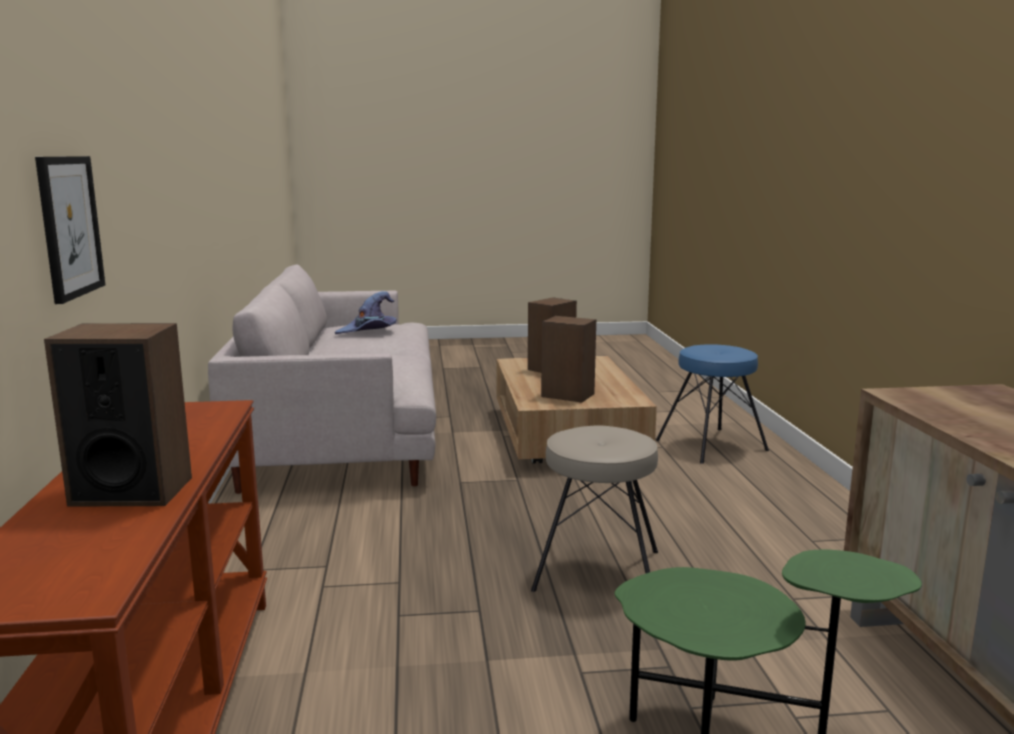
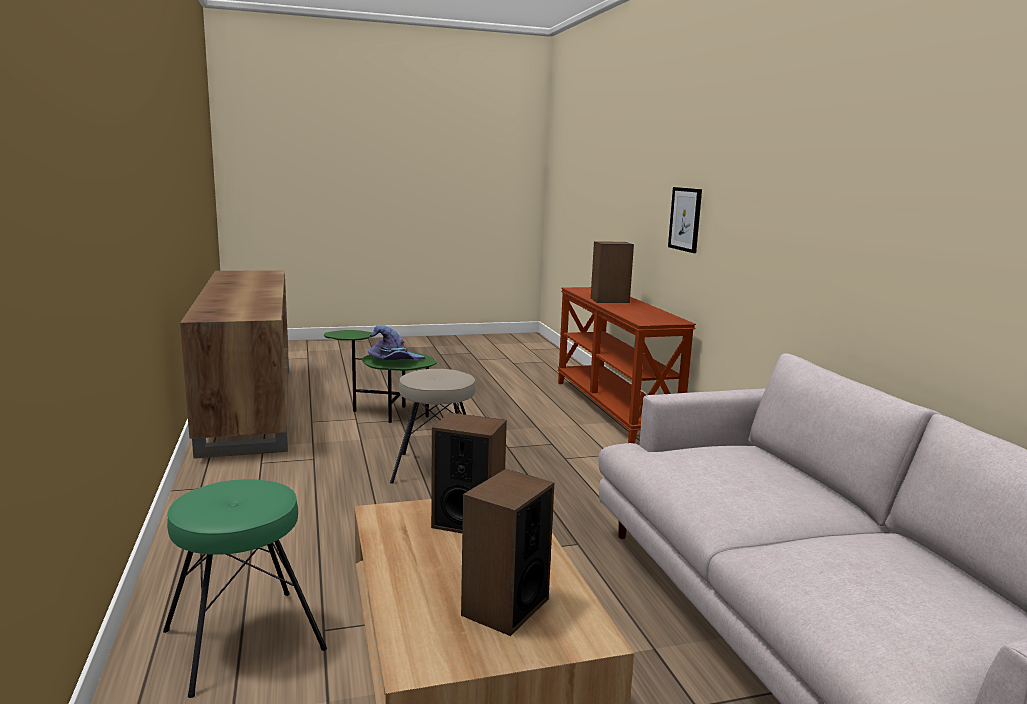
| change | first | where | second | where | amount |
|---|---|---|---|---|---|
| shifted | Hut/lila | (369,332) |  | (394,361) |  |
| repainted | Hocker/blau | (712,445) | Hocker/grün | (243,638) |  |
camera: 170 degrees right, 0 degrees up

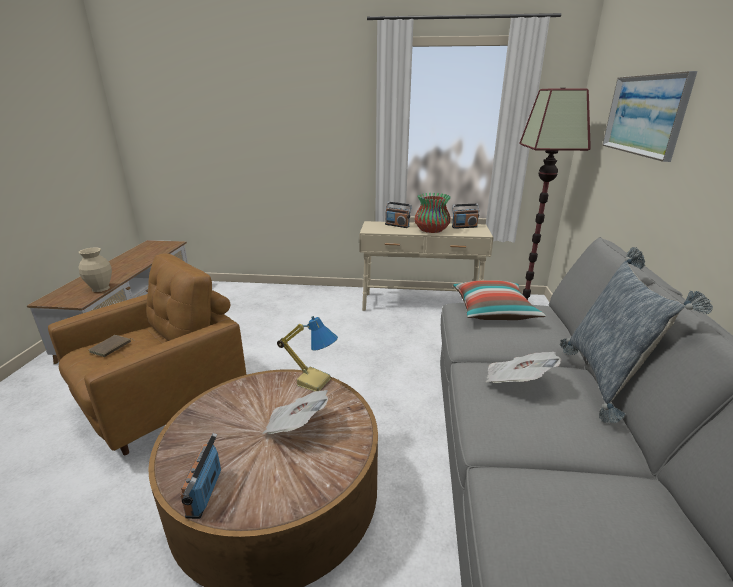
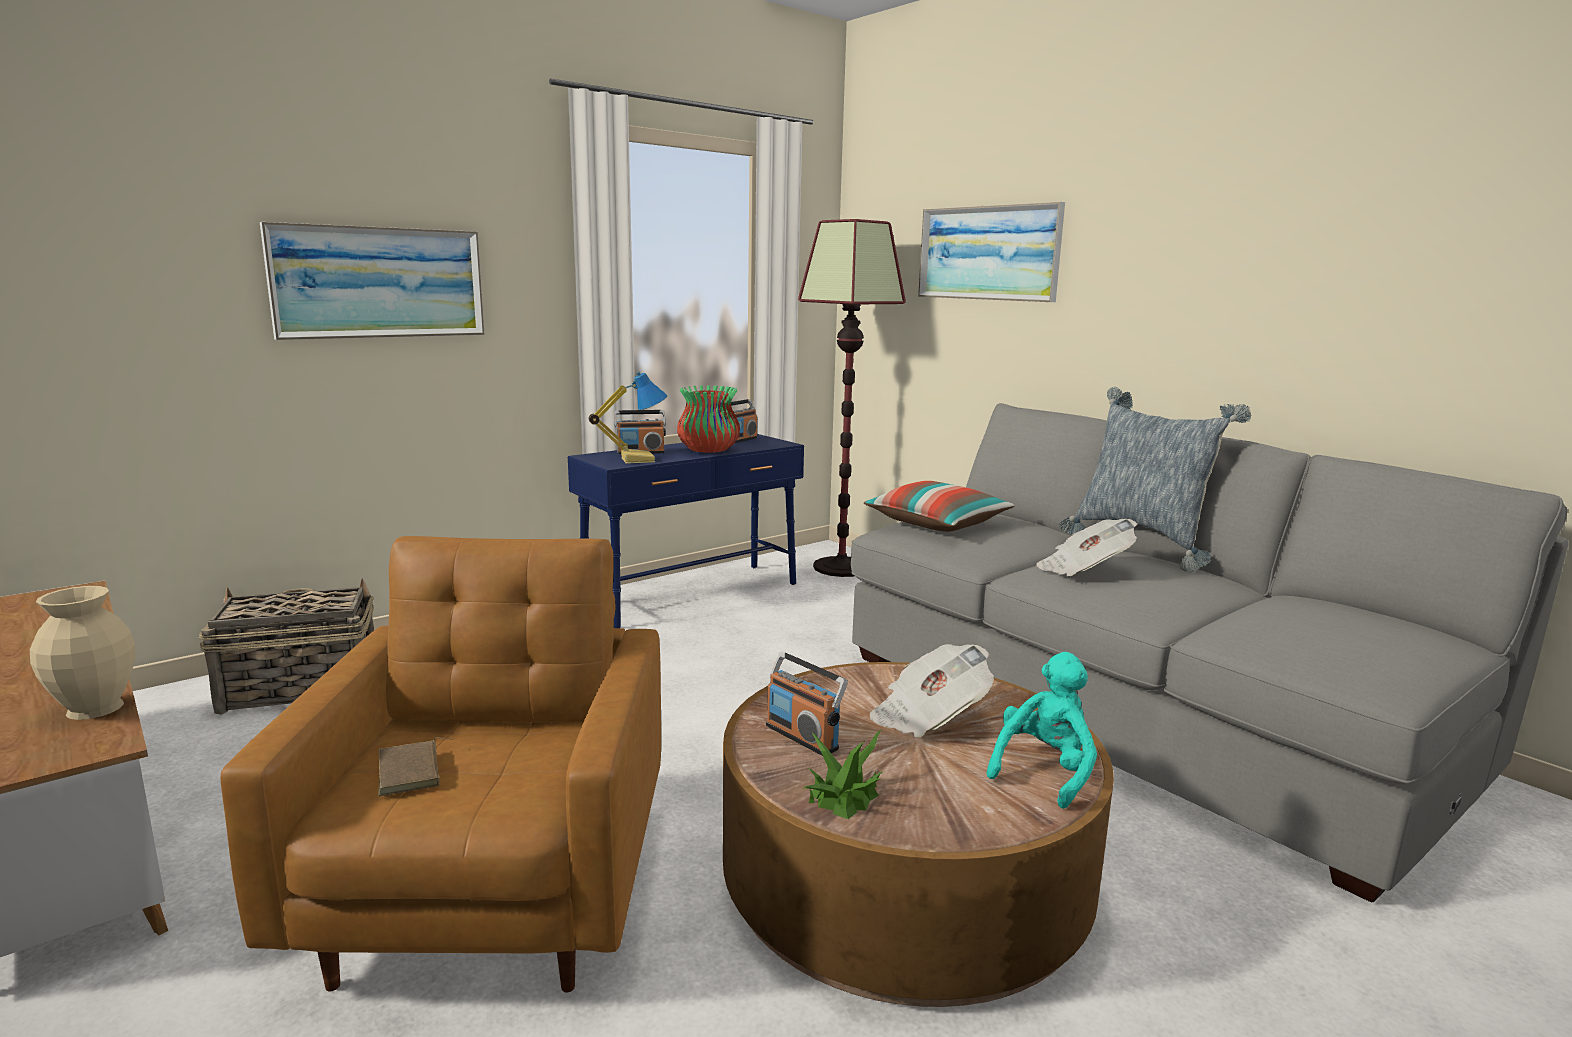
| change | first | where | second | where | amount |
|---|---|---|---|---|---|
| repainted | Konsolentisch/beige | (420,305) | Konsolentisch/blau | (693,595) |  |
| shifted | Tischlampe | (314,381) |  | (637,459) |  |
| shifted | Radio | (204,493) |  | (802,737) |  |
| new |  |  | Bild | (379,282) |  |
| new |  |  | Korb | (298,689) |  |
| new |  |  | Plüschtier/türkis | (1044,771) |  |
| new |  |  | Topfpflanze | (844,795) |  |
camera: 45 degrees left, 10 degrees down

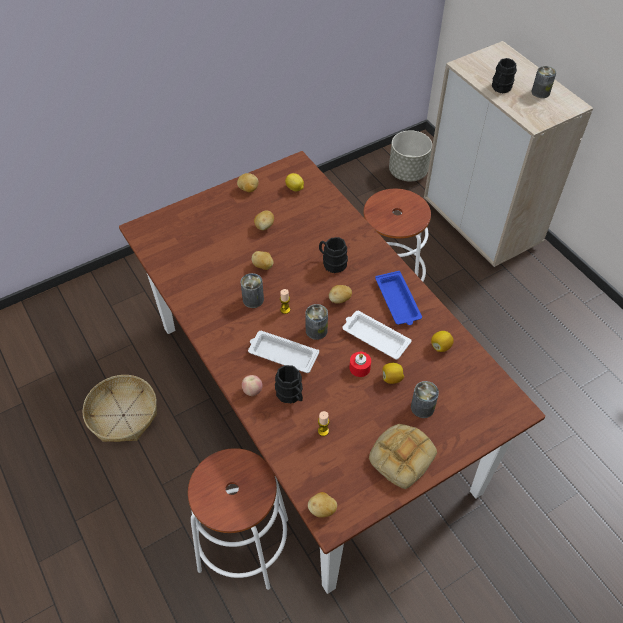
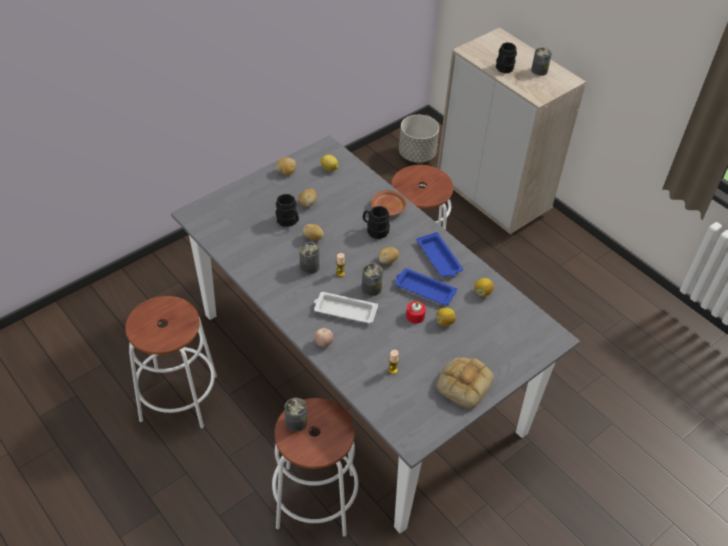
| change | first | where | second | where | amount |
|---|---|---|---|---|---|
| repainted | Esstisch/braun | (312,405) | Esstisch/grau | (360,371) |  |
| repainted | Tablett/weiß | (374,337) | Tablett/blau | (424,289) |  |
| shifted | Henkelbecher/schwarz | (291,395) |  | (289,221) |  |
| swapped | Korb | (123,415) | Hocker/weiß | (179,397) |  |
| shifted | Dose | (422,407) |  | (296,422) |  |
| gone | Kartoffel | (322,509) |  |  |  |
| new |  |  | Teller/braun | (388,208) |  |
camera: 10 degrees left, 5 degrees down

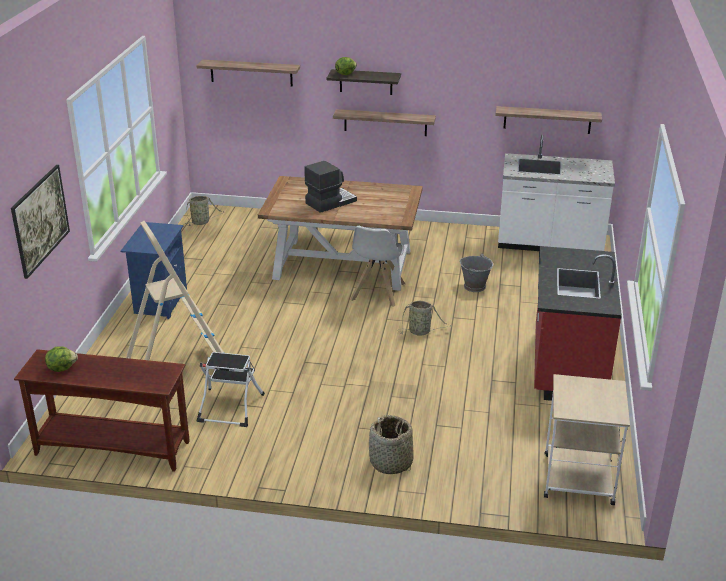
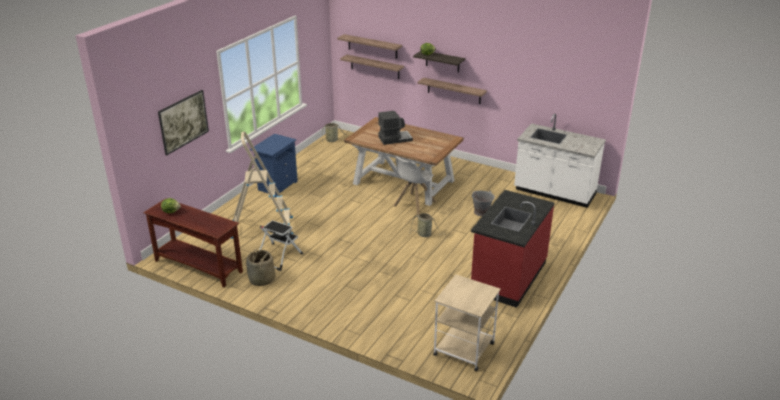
| change | first | where | second | where | amount |
|---|---|---|---|---|---|
| shifted | Wandregal | (547,120) |  | (375,67) |  |
| shifted | Korb | (391,463) |  | (262,279) |  |
camera: 20 degrees right, 0 degrees up

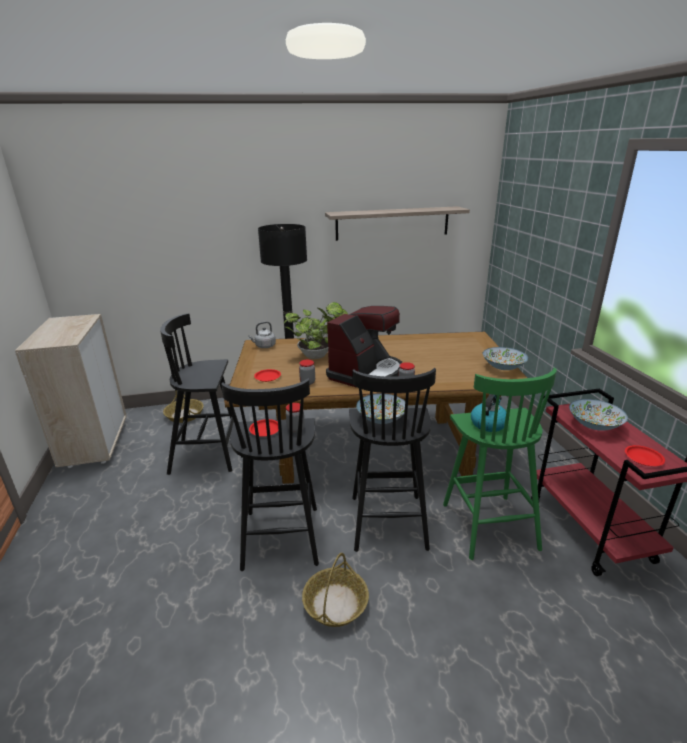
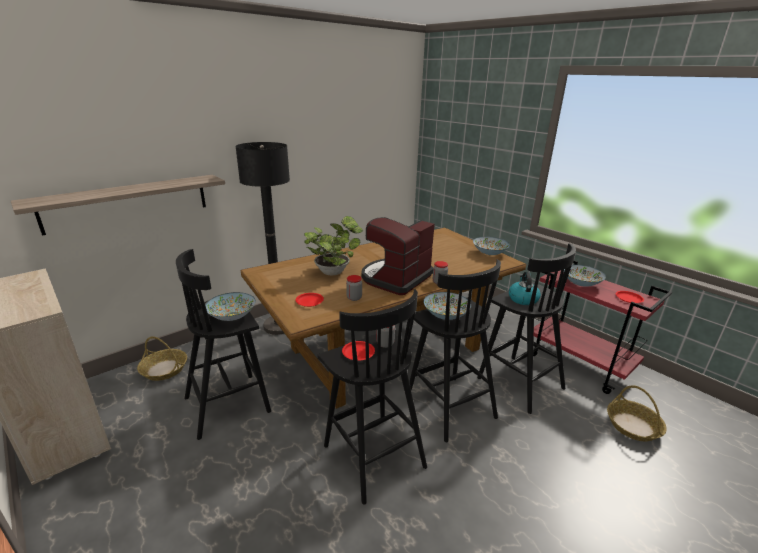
| change | first | where | second | where | amount |
|---|---|---|---|---|---|
| shifted | Wandregal | (392,223) |  | (128,203) |  |
| rotated | Kaffeemaschine | (366,373) |  | (395,278) | 150 degrees counterclockwise |
| gone | Wasserkessel/grau | (264,346) |  |  |  |
| repainted | Hocker/grün | (487,523) | Hocker/schwarz | (517,381) |  |
| shifted | Korb | (335,604) |  | (633,426) |  |
| new |  |  | Schüssel | (232,316) |  |
camera: 30 degrees left, 0 degrees up

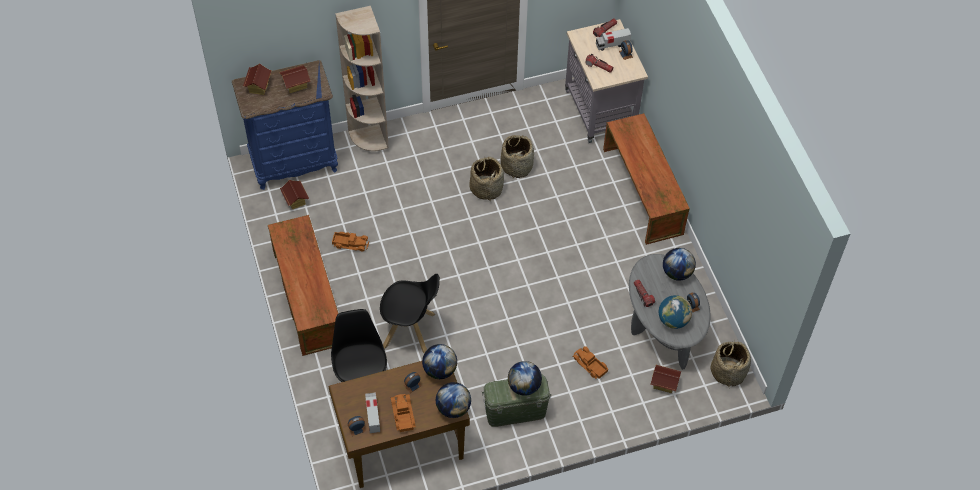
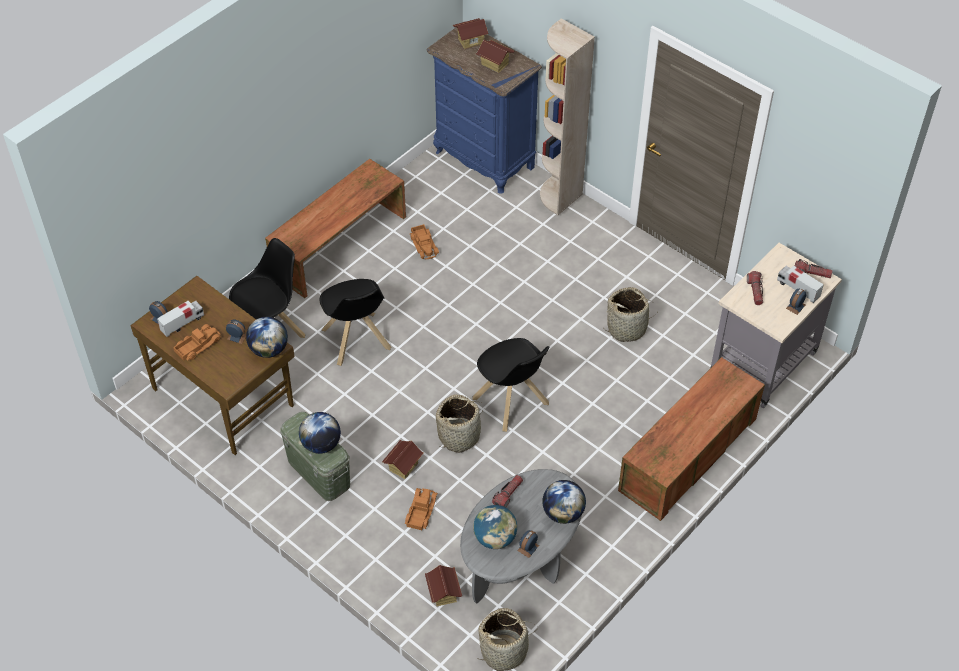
| change | first | where | second | where | amount |
|---|---|---|---|---|---|
| shifted | Korb | (486,188) |  | (459,436) |  |
| shifted | Spielzeughaus | (295,200) |  | (403,466) |  |
| gone | Globus | (453,408) |  |  |  |
| new |  |  | Stuhl/schwarz | (511,402) |  |
camera: 60 degrees right, 5 degrees down

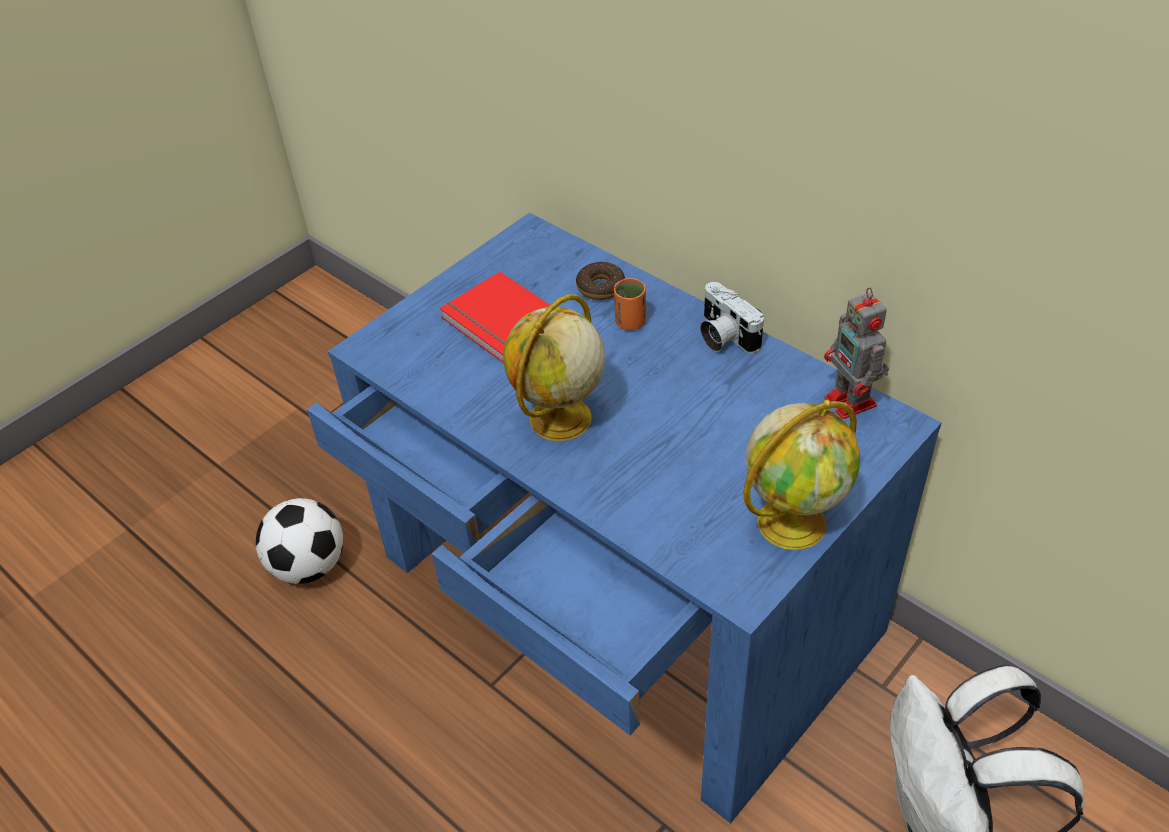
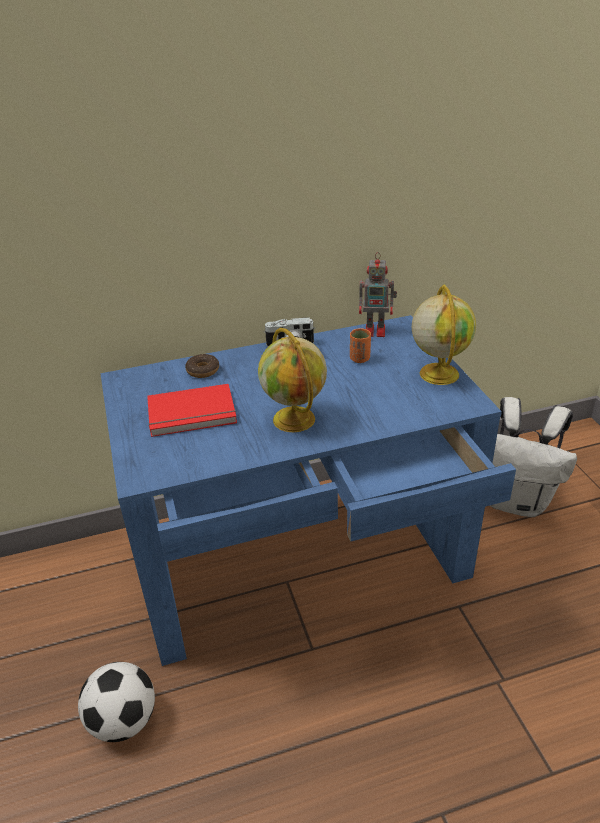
| change | first | where | second | where | amount |
|---|---|---|---|---|---|
| shifted | Tasse/orange | (630,322) |  | (360,359) |  |
camera: 60 degrees left, 10 degrees down

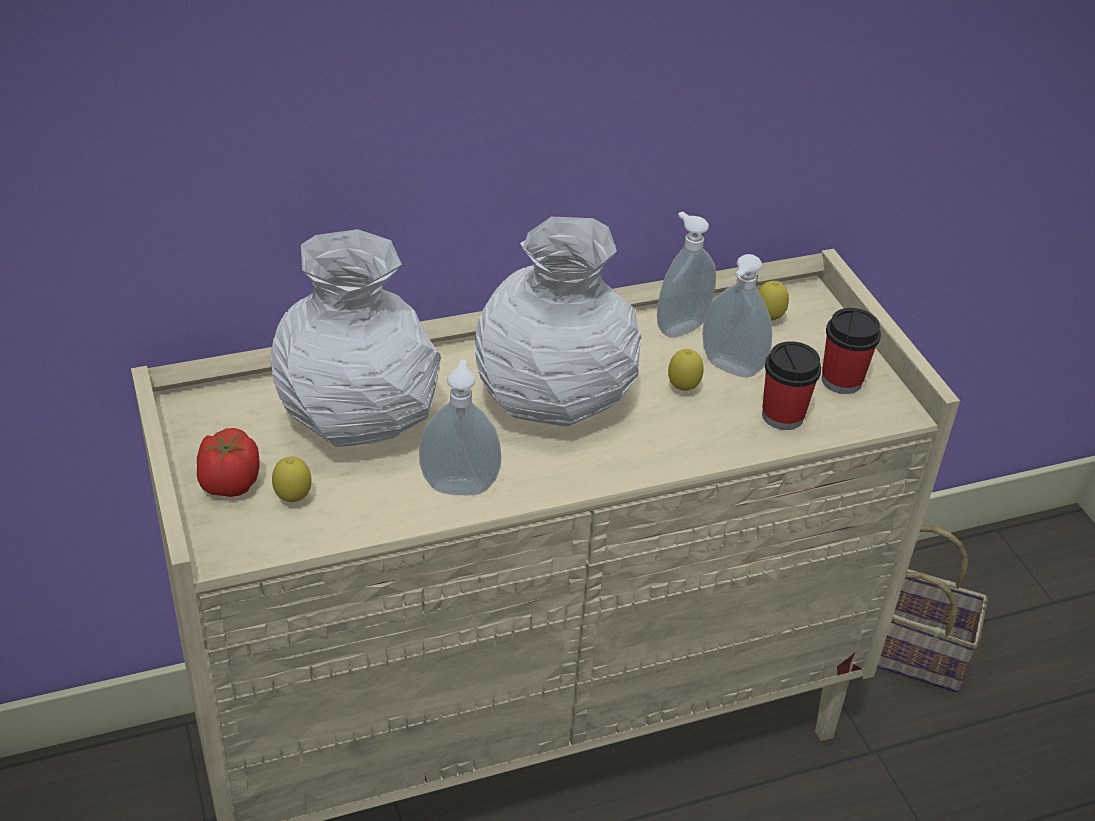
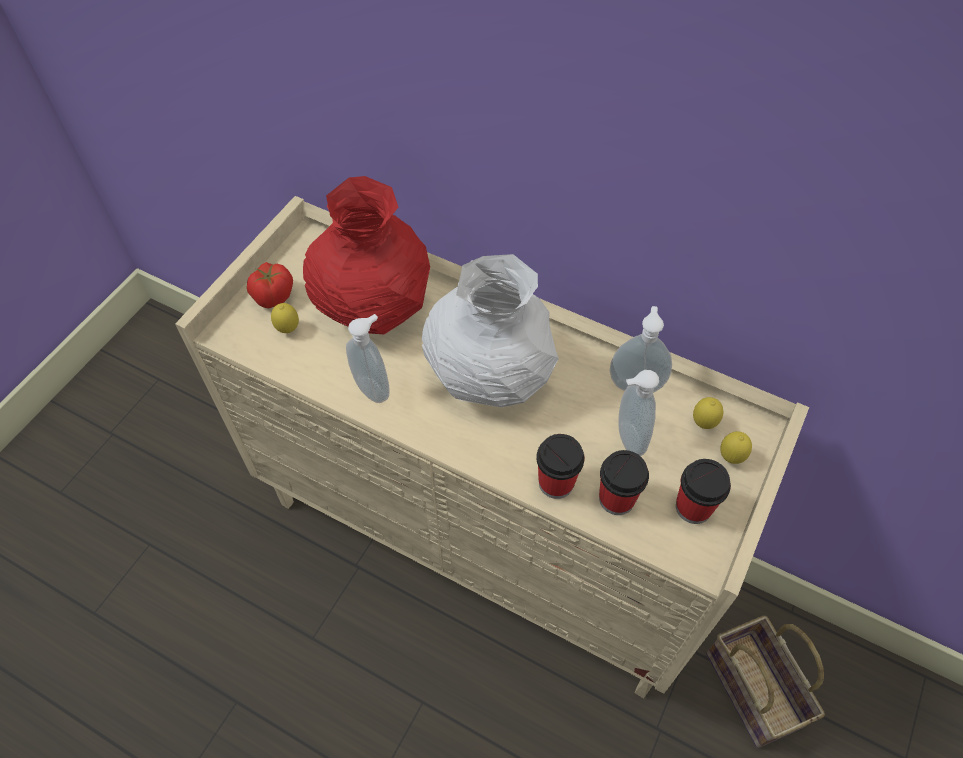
| change | first | where | second | where | amount |
|---|---|---|---|---|---|
| repainted | Vase/weiß | (360,421) | Vase/rot | (375,308) |  |
| shifted | Zitrone | (683,389) |  | (730,458) |  |
| new |  |  | Tasse | (556,483) |  |
camera: 50 degrees right, 15 degrees up

